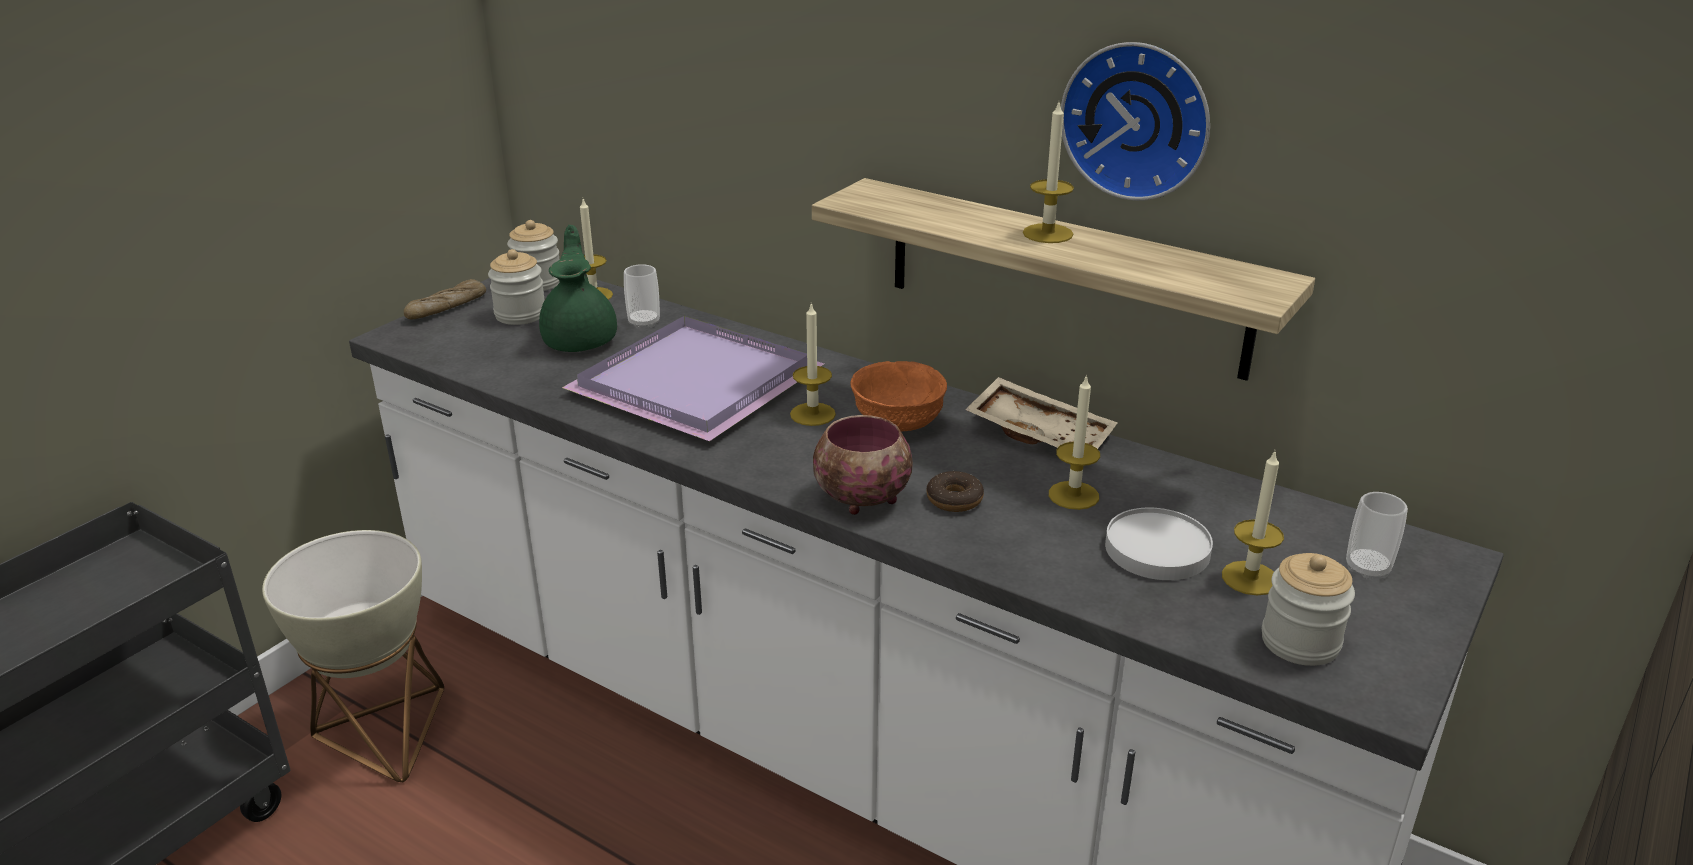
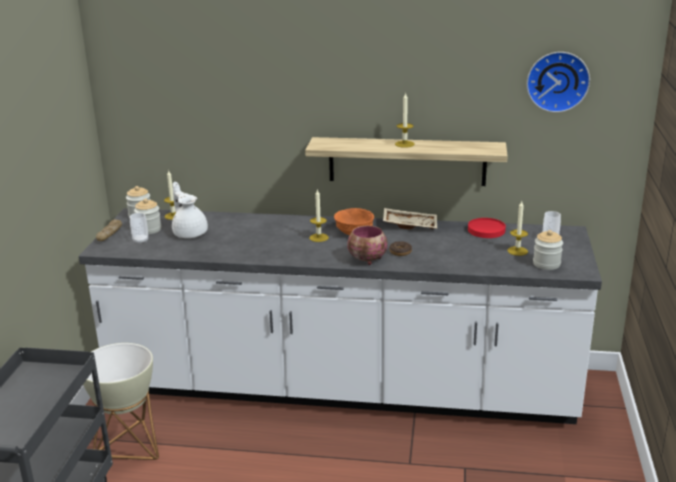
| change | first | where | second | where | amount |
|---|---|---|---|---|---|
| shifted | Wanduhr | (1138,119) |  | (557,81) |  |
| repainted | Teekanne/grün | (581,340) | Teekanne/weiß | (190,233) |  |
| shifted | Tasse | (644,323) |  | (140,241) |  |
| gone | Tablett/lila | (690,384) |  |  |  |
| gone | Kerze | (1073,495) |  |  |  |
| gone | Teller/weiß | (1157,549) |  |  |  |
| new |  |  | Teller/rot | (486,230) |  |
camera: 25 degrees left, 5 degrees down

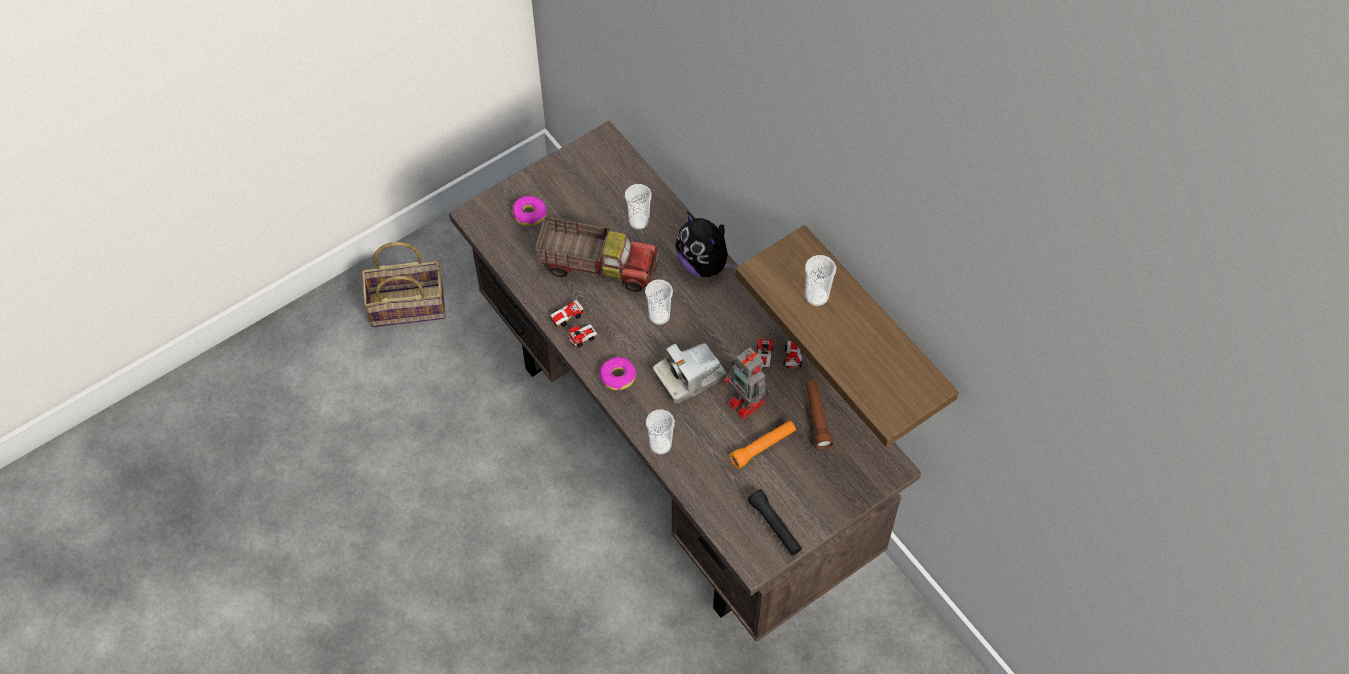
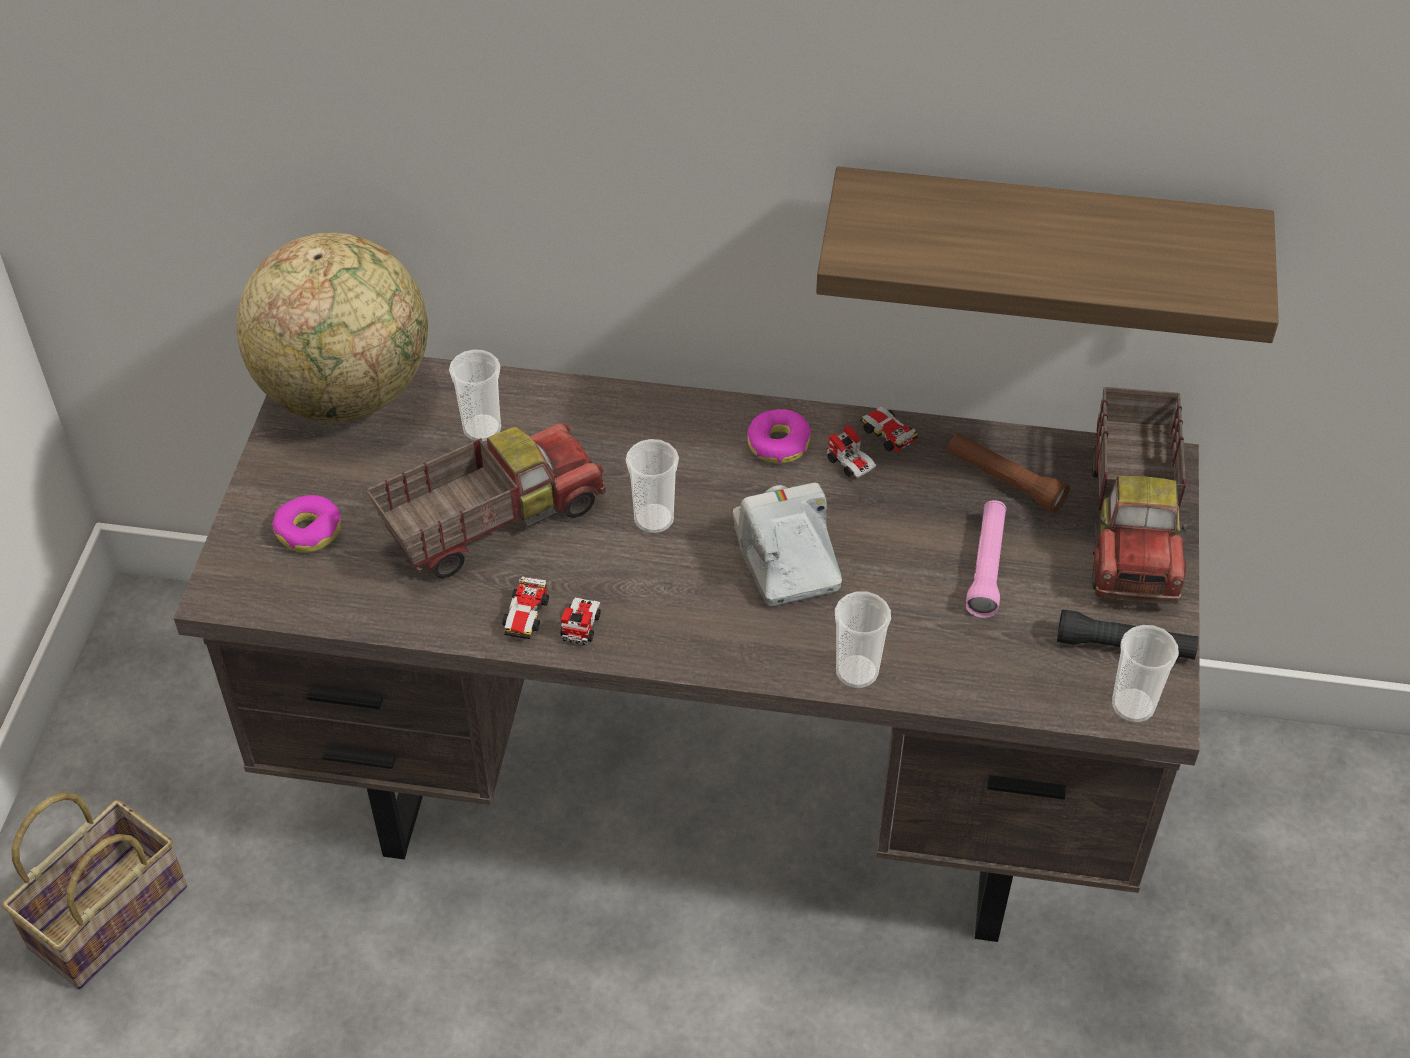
| change | first | where | second | where | amount |
|---|---|---|---|---|---|
| gone | Plüschtier | (704,263) |  |  |  |
| shifted | Tasse | (816,296) |  | (1133,705) |  |
| rotated | Kamera | (689,376) |  | (786,558) | 150 degrees clockwise |
| gone | Spielzeugroboter | (747,404) |  |  |  |
| shifted | Donut | (617,376) |  | (778,444) |  |
| repainted | Taschenlampe/orange | (763,447) | Taschenlampe/rosa | (986,566) |  |
| new |  |  | Globus | (347,392) |  |
| new |  |  | Spielzeuglaster | (1133,524) |  |
camera: 45 degrees left, 10 degrees down

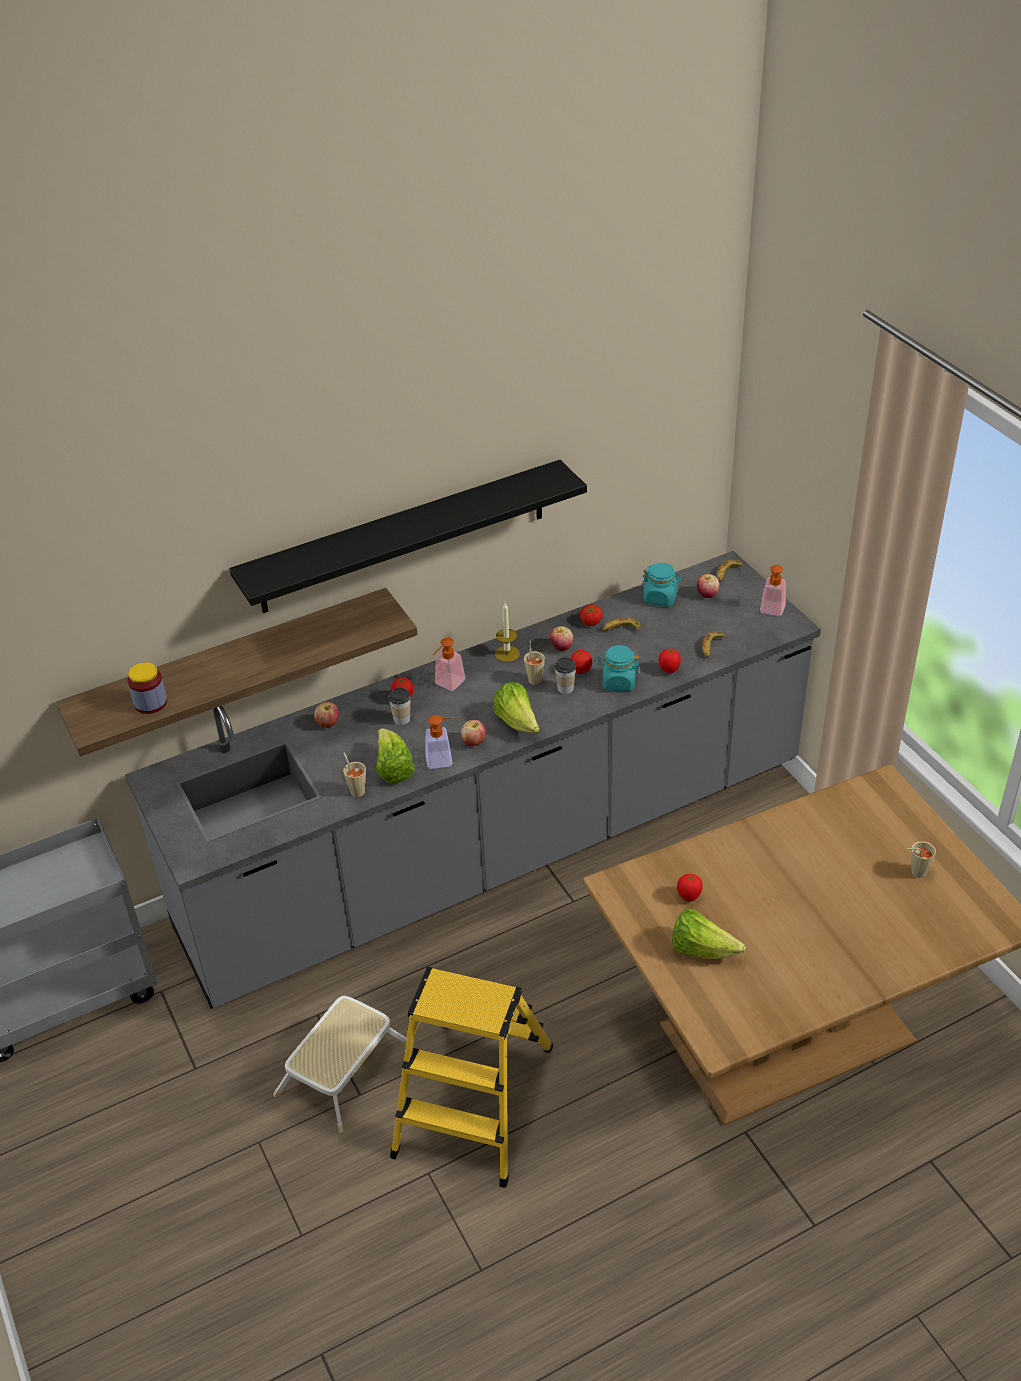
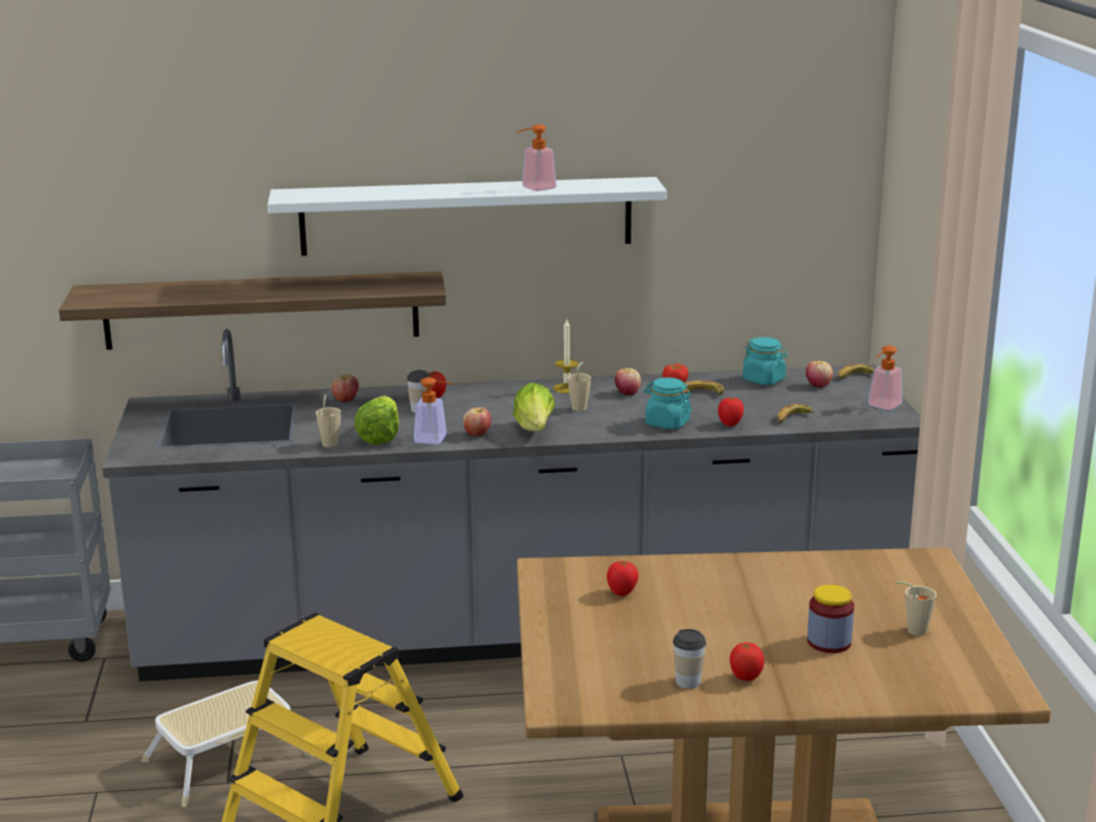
| change | first | where | second | where | amount |
|---|---|---|---|---|---|
| repainted | Wandregal/schwarz | (403,537) | Wandregal/weiß | (466,216) |  |
| shifted | Seifenspender | (447,685) |  | (534,189) |  |
| shifted | Tomate | (581,671) |  | (745,678) |  |
| shifted | Tasse | (565,688) |  | (688,682) |  |
| shifted | Vorratsglas | (150,702) |  | (829,642) |  |
| gone | Salatkopf | (702,949) |  |  |  |
camera: 20 degrees right, 20 degrees down

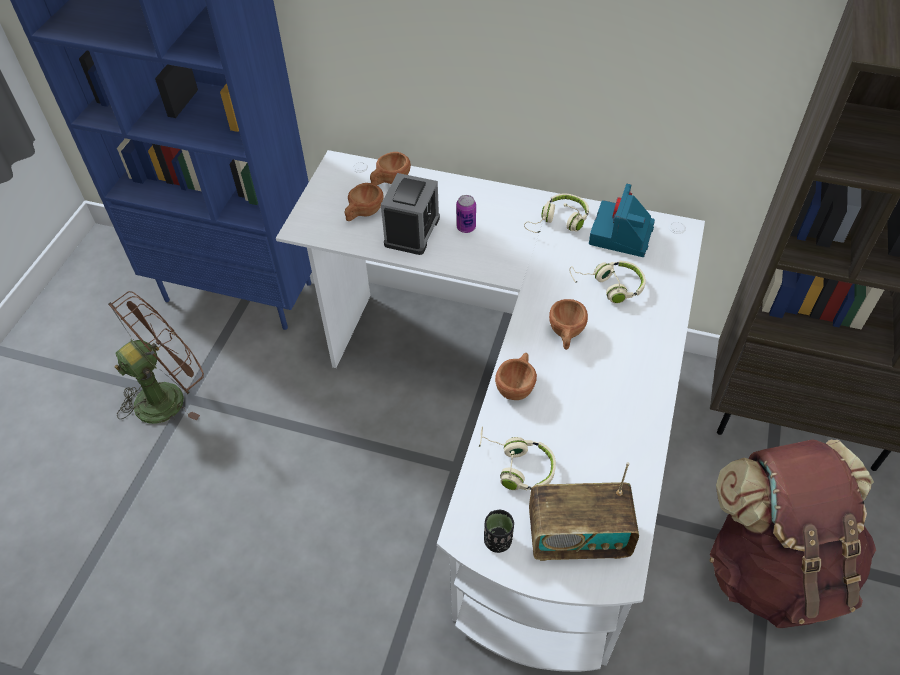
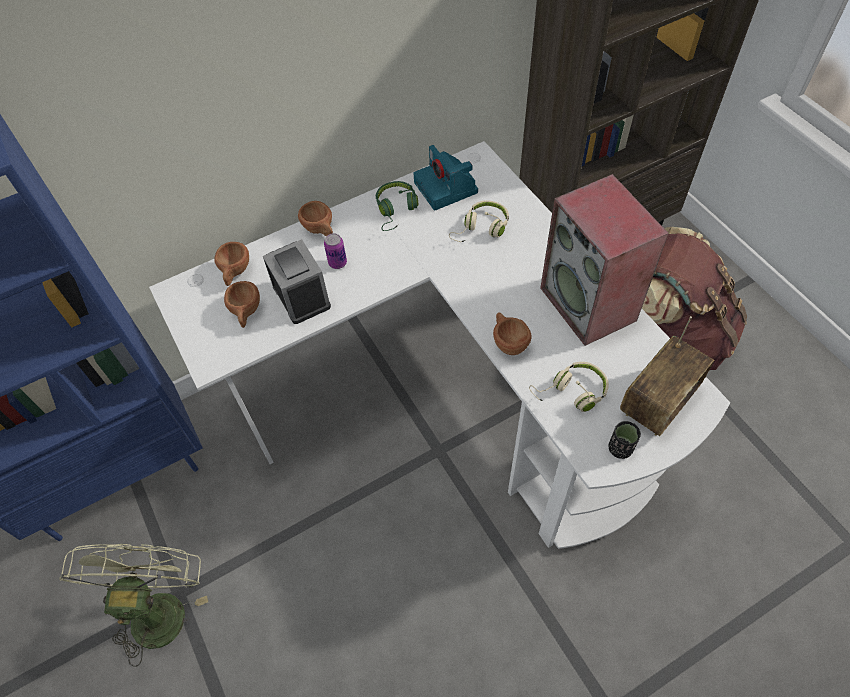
| change | first | where | second | where | amount |
|---|---|---|---|---|---|
| repainted | Kopfhörer/beige | (559,222) | Kopfhörer/grün | (396,210) |  |
| repainted | Ventilator/braun | (168,395) | Ventilator/grün | (158,606) |  |
| shifted | Tasse/braun | (566,334) |  | (320,230) |  |
| new |  |  | Lautsprecher | (589,304) |  |
camera: 45 degrees left, 5 degrees up

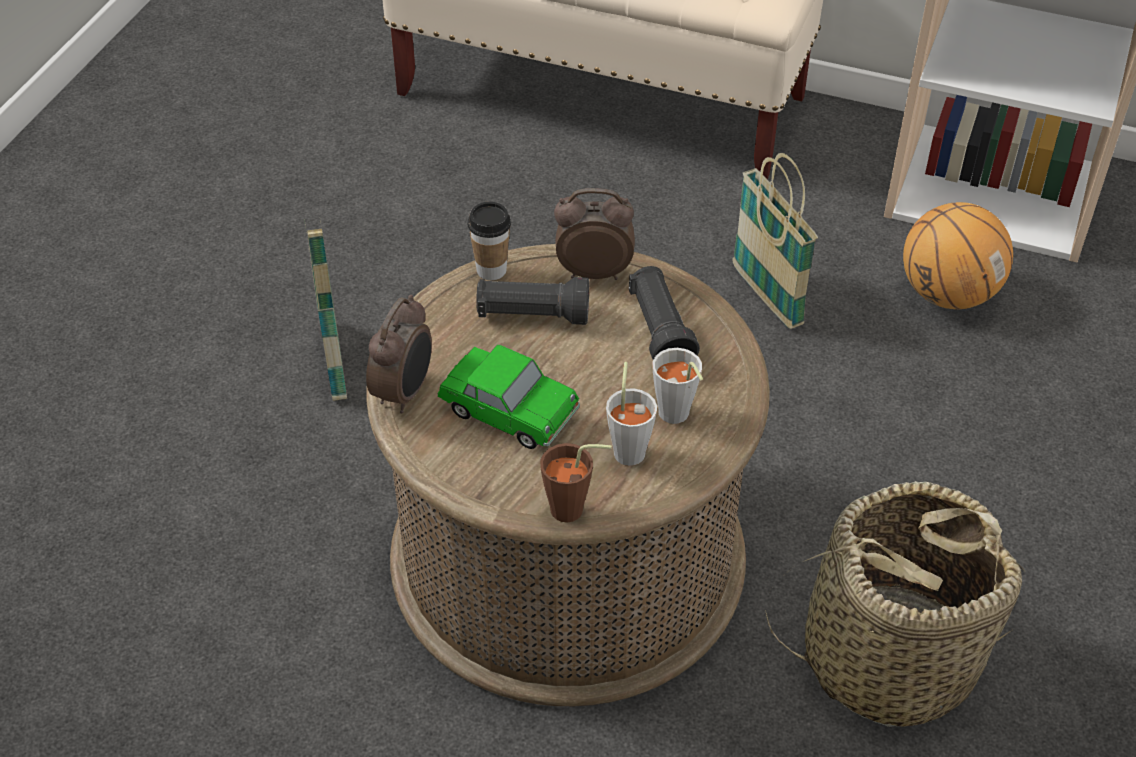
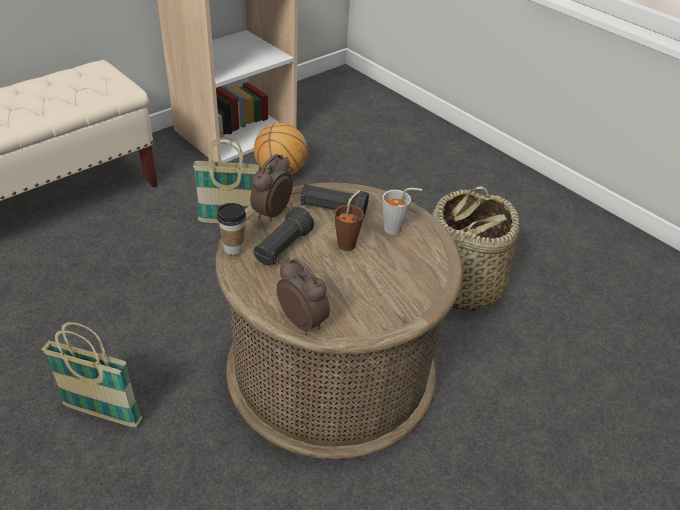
| change | first | where | second | where | amount |
|---|---|---|---|---|---|
| gone | Spielzeugauto | (509,413) |  |  |  |
| gone | Tasse/grau | (630,447) |  |  |  |
| shifted | Tasse/braun | (574,510) |  | (349,242) |  |
camera: 65 degrees left, 5 degrees down

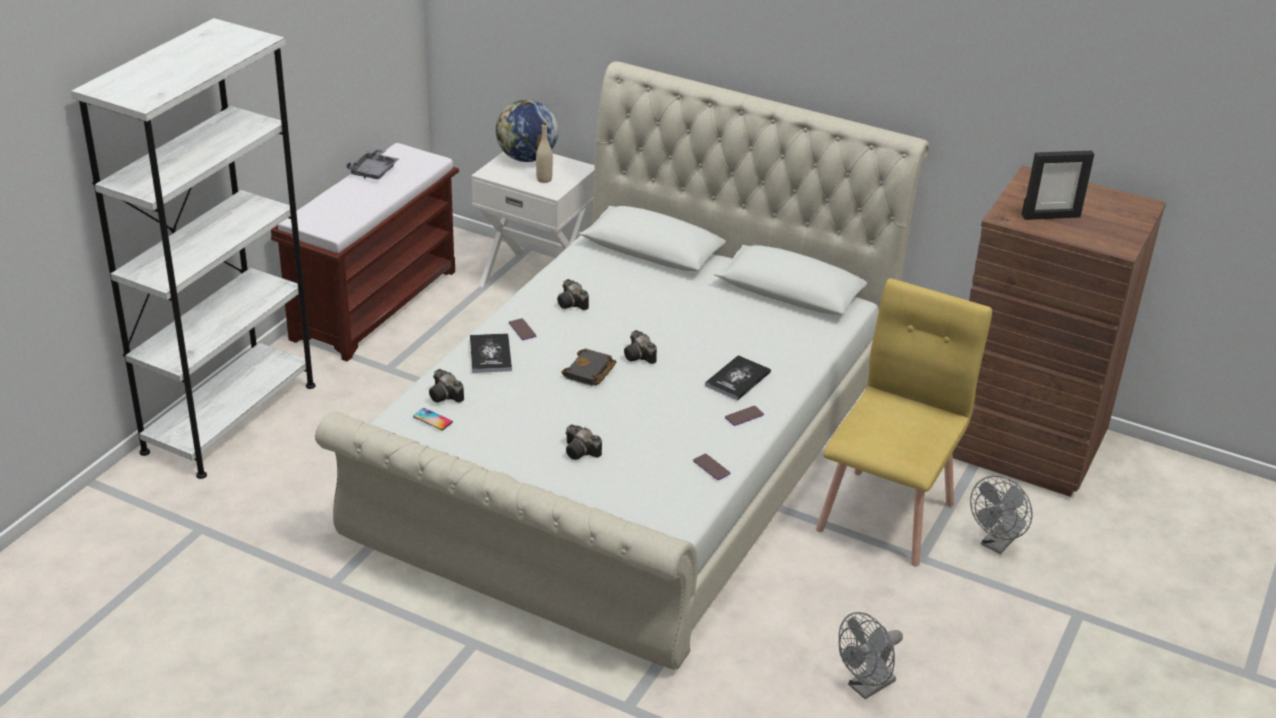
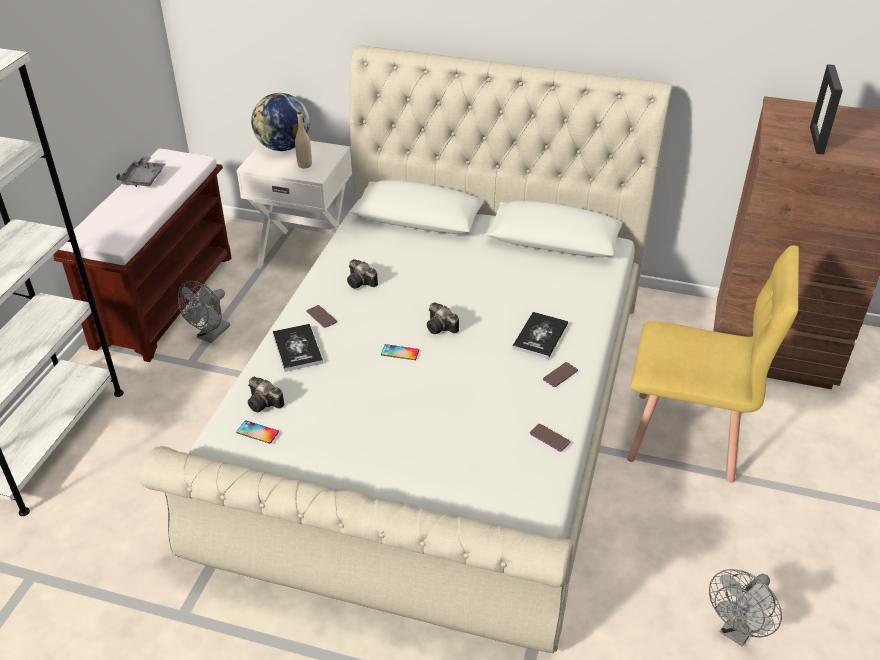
| change | first | where | second | where | amount |
|---|---|---|---|---|---|
| rotated | Bilderrahmen | (1050,216) |  | (818,140) | 120 degrees clockwise |
| rotated | Stuhl/gelb | (887,516) |  | (686,437) | 90 degrees clockwise |
| swapped | Buch/schwarz | (590,372) | Handy | (400,352) |  |
| gone | Kamera | (582,452) |  |  |  |
| shifted | Ventilator/grau | (997,544) |  | (210,335) |  |
camera: 10 degrees left, 5 degrees up

